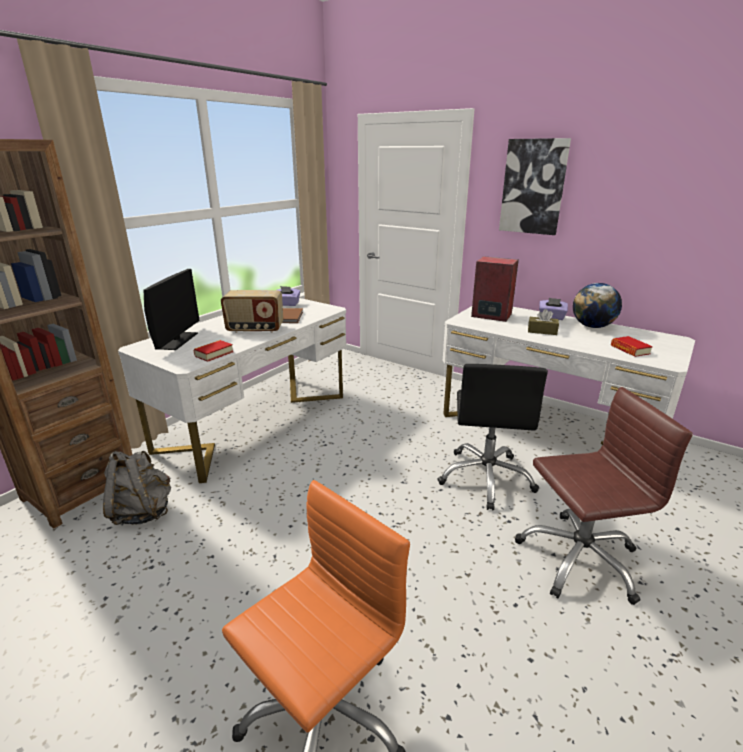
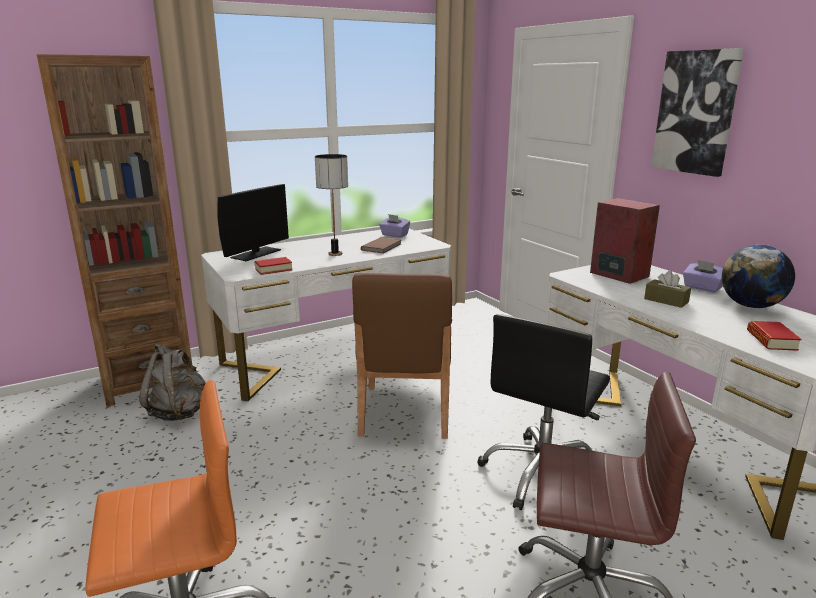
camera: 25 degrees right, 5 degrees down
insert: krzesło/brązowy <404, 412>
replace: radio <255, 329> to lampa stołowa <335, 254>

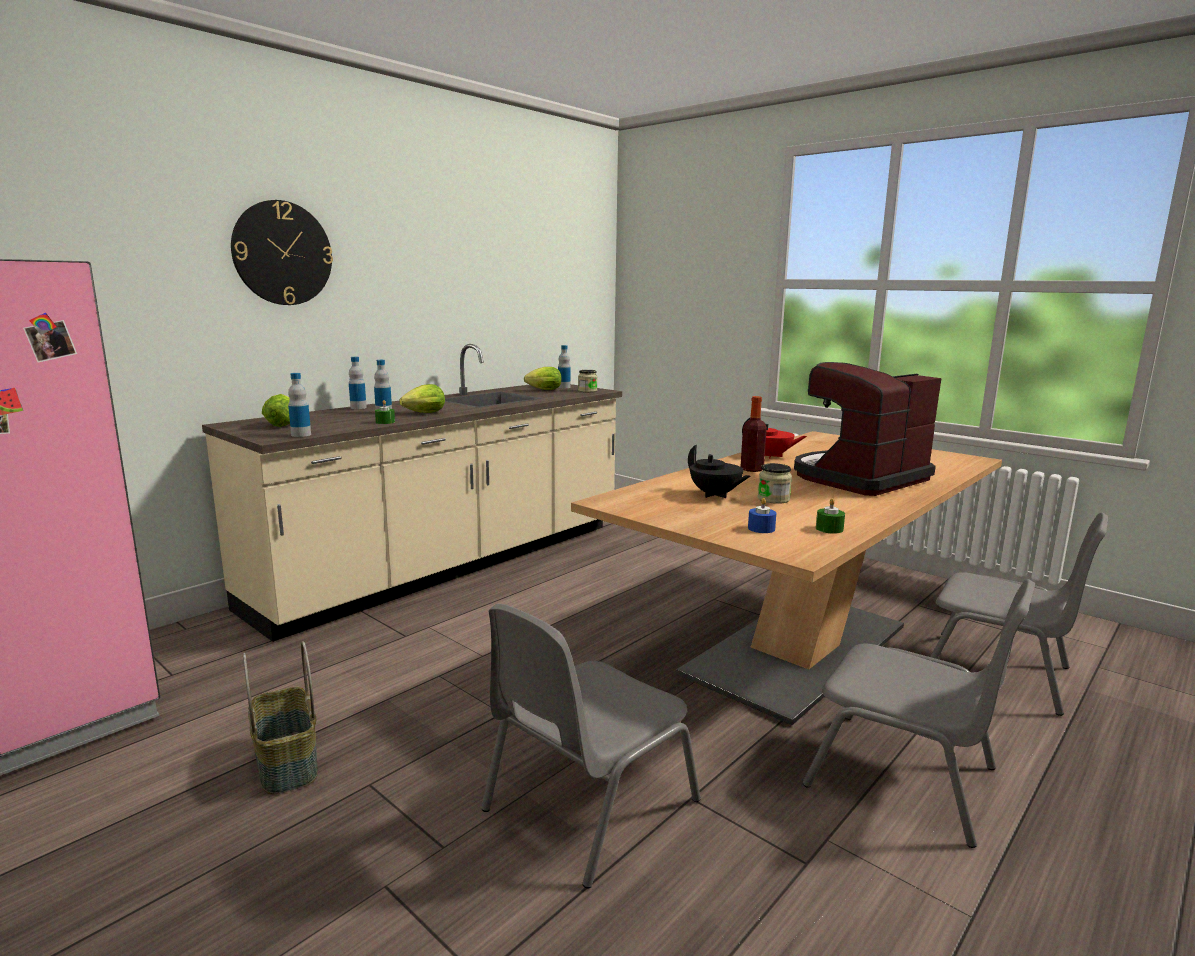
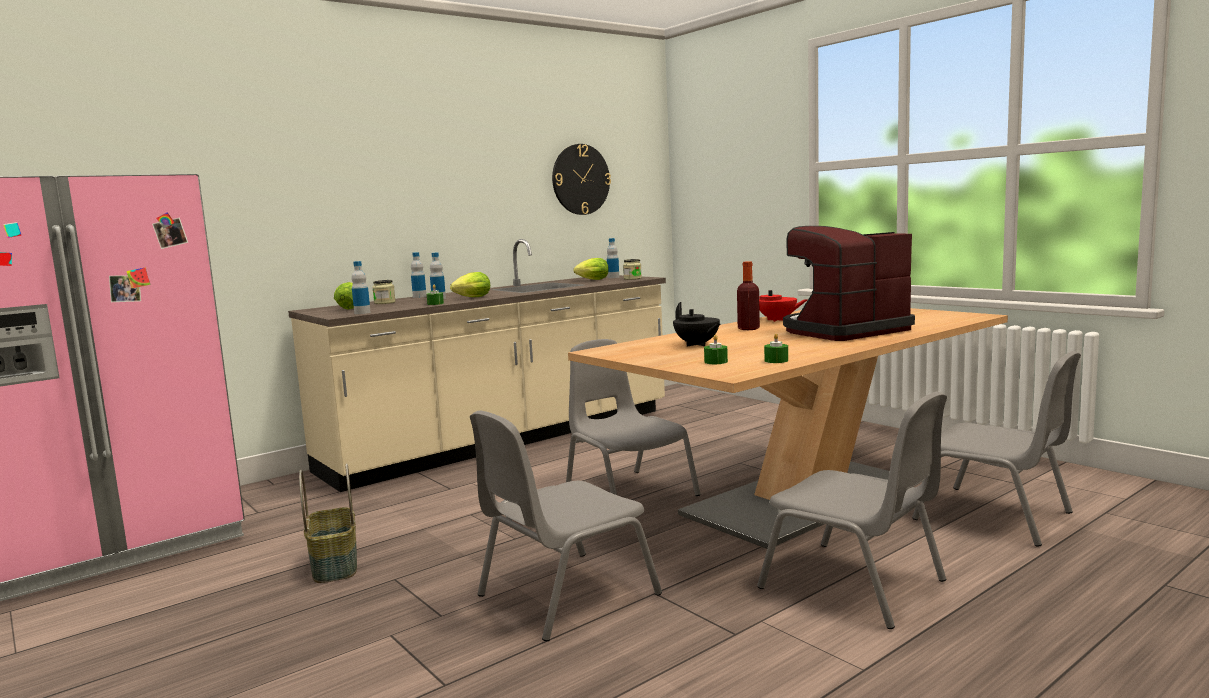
camera: 10 degrees right, 5 degrees down
insert: krzesło/szary <629, 493>
move: zegar ścienny <282, 253> to <580, 179>; słoik <773, 499> to <384, 303>
recolor: świeca/niebieski <761, 528> to świeca/zielony <716, 362>

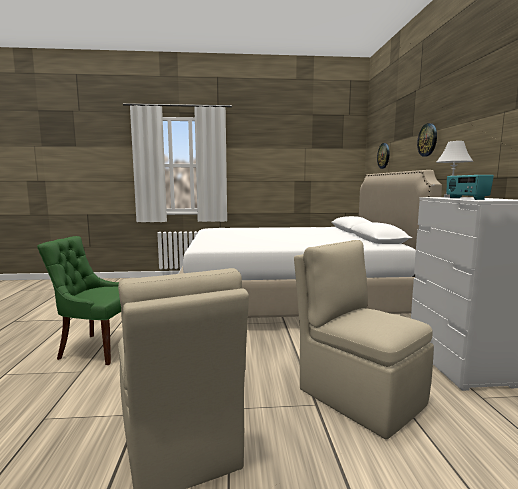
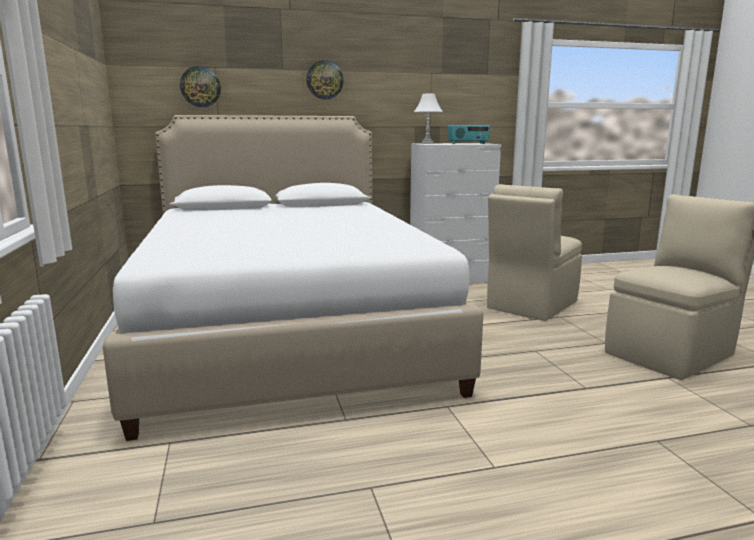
camera: 100 degrees left, 5 degrees up
delete: krzesło/zielony <98, 348>

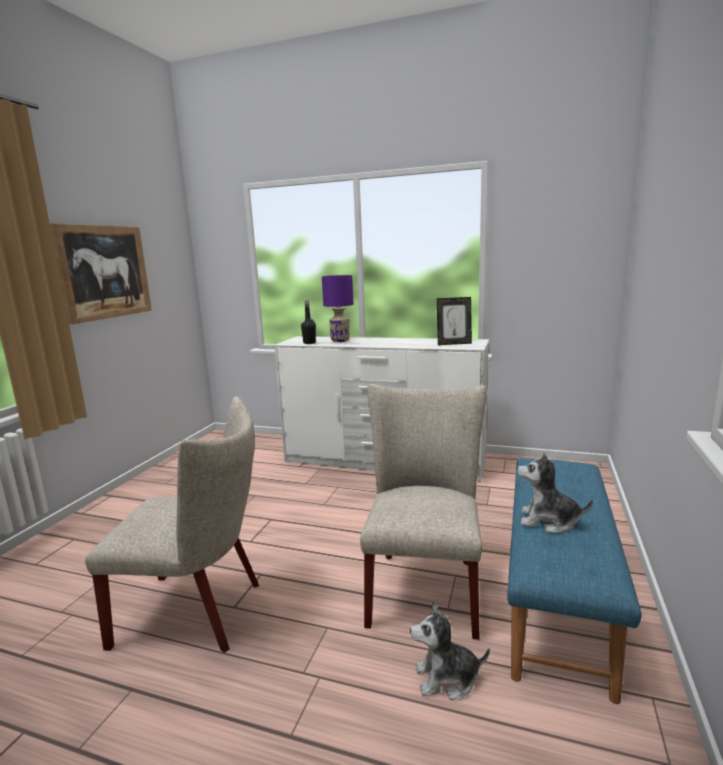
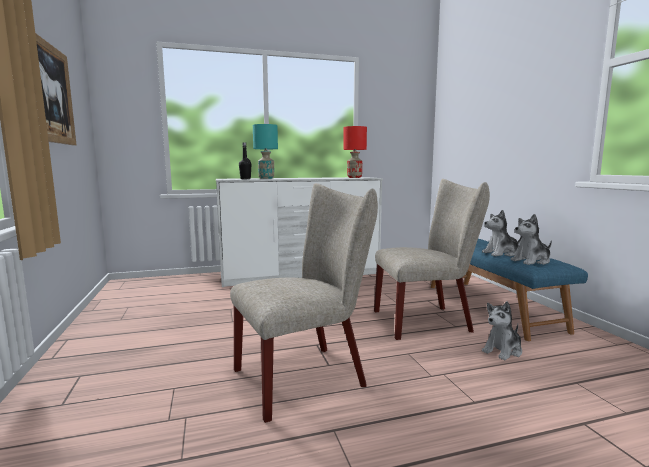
camera: 35 degrees left, 5 degrees down
insert: pluszak <531, 261>
replace: ramka na zdjęcie <454, 343> to lampa stołowa/czerwony <354, 177>
recolor: lampa stołowa/fioletowy <339, 340> to lampa stołowa/turkusowy <266, 178>
rotate: krzesło/beżowy <424, 585> = <427, 321> 105 degrees clockwise

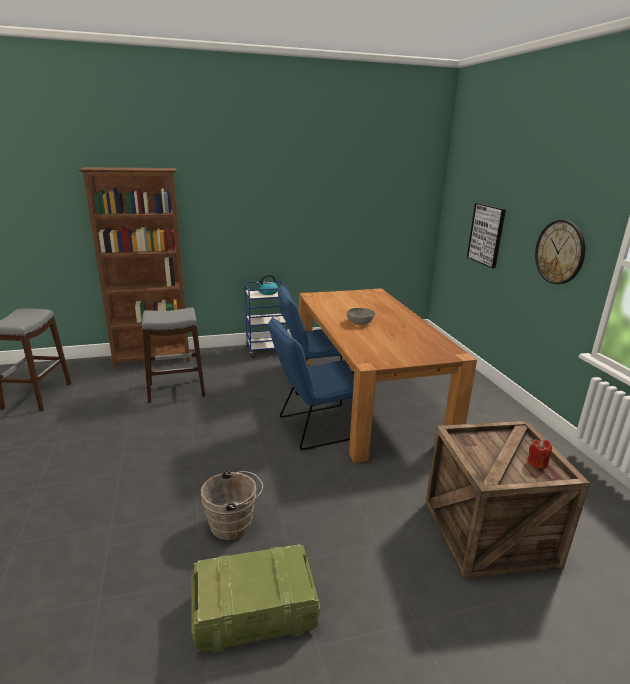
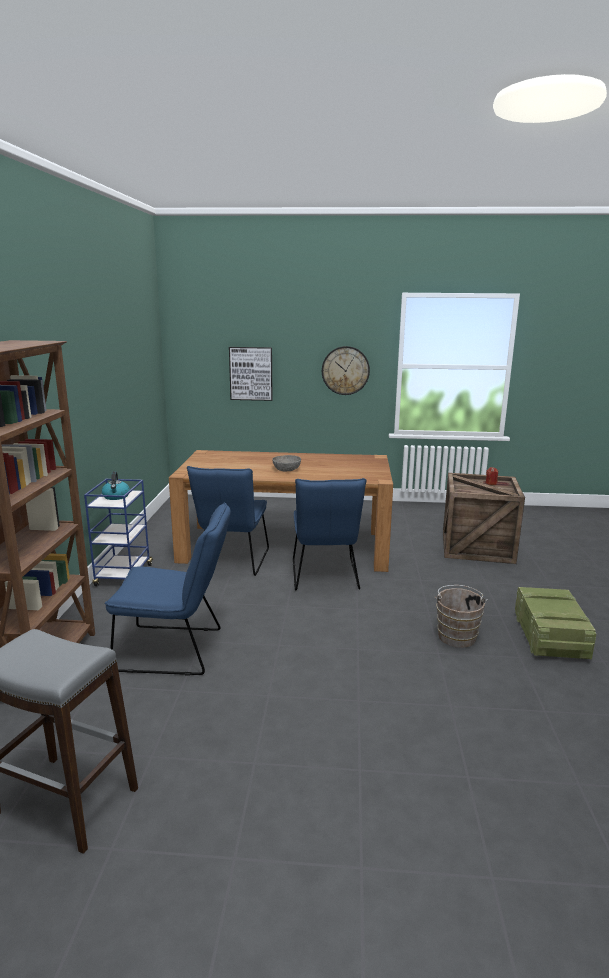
camera: 70 degrees left, 5 degrees down
replace: stołek/szary <176, 390> to krzesło/niebieski <177, 650>

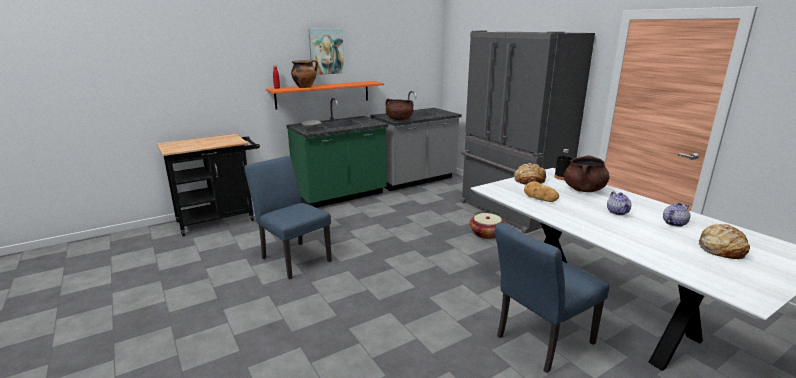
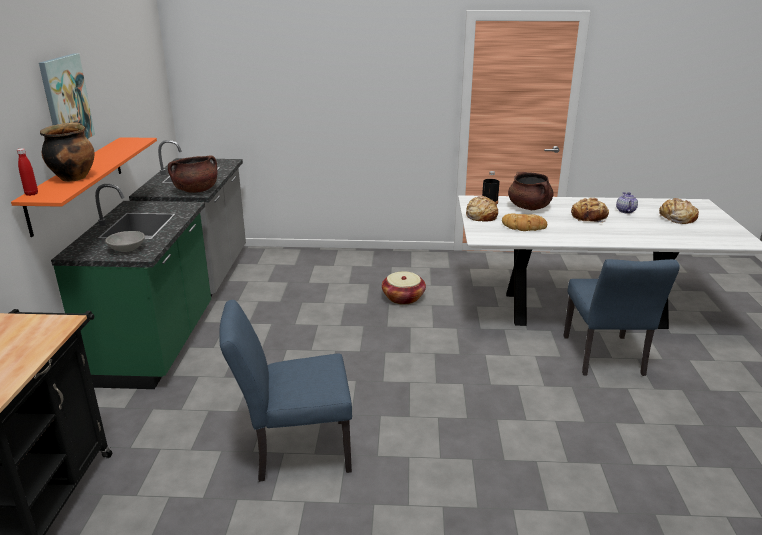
camera: 55 degrees left, 5 degrees up
delete: lodówka/szary <509, 211>
replace: imbryk <618, 212> to chleb <589, 217>

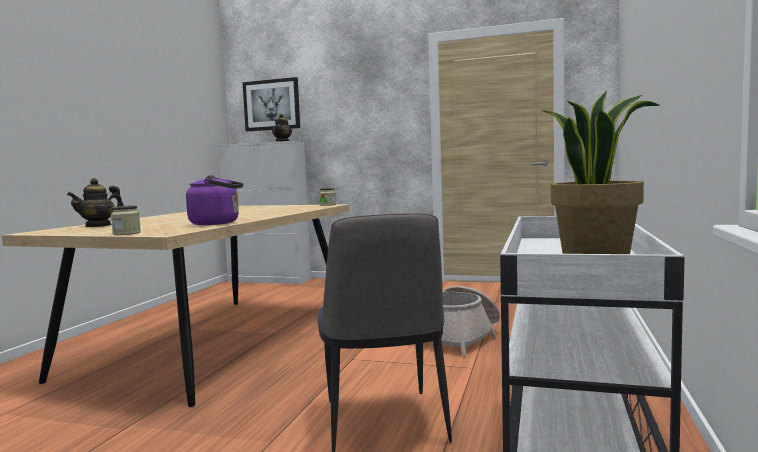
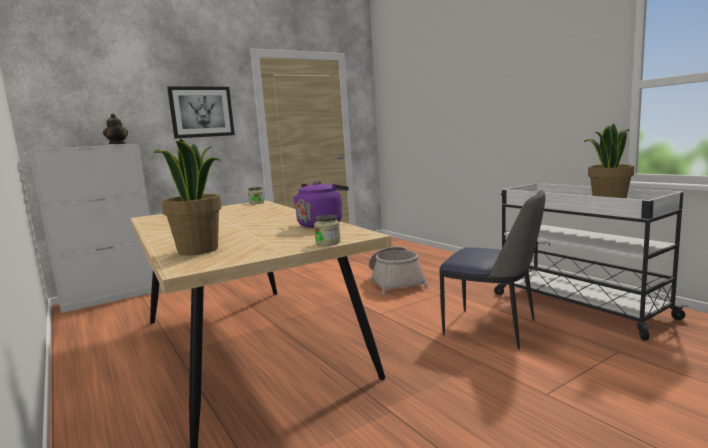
camera: 50 degrees left, 5 degrees up
move: obraz <271, 105> to <201, 112>
replace: imbryk <98, 225> to roślina doniczkowa <199, 250>

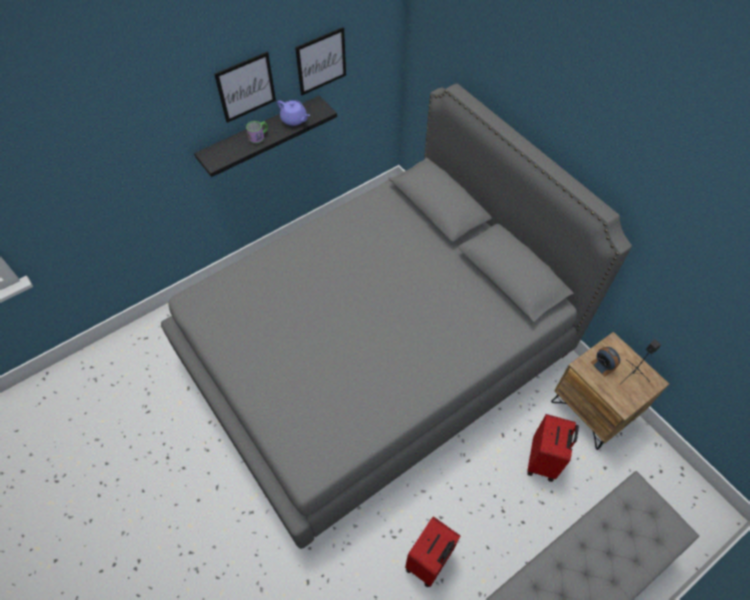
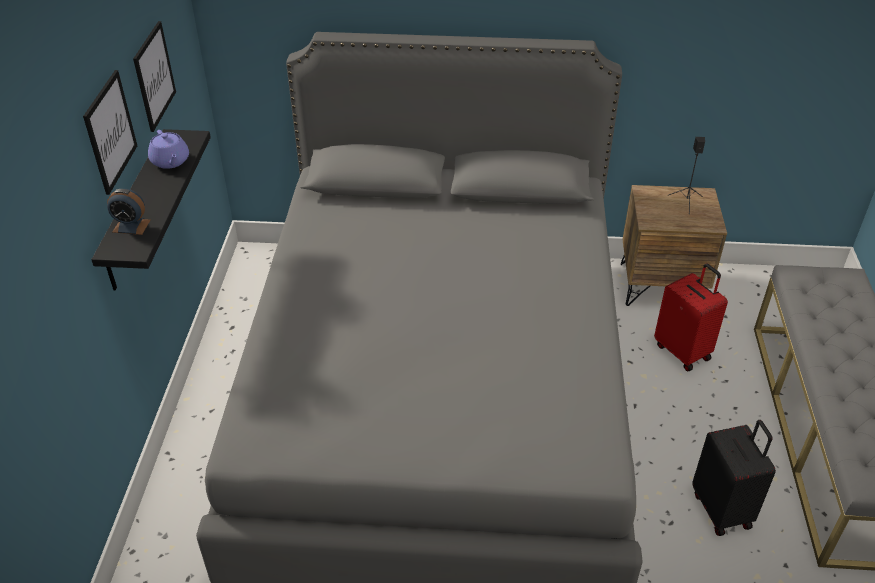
camera: 50 degrees left, 15 degrees down
delete: kubek <259, 136>
move: budzik <603, 365> to <131, 226>
recolor: walizka/czerwony <429, 562> to walizka/czarny <722, 509>
rotate: imbryk/fioletowy <294, 120> = <170, 161> 75 degrees clockwise

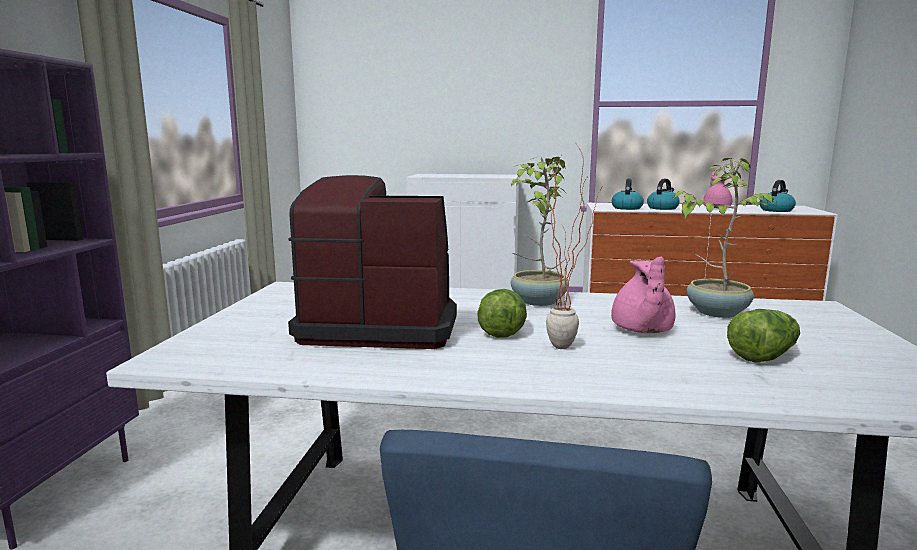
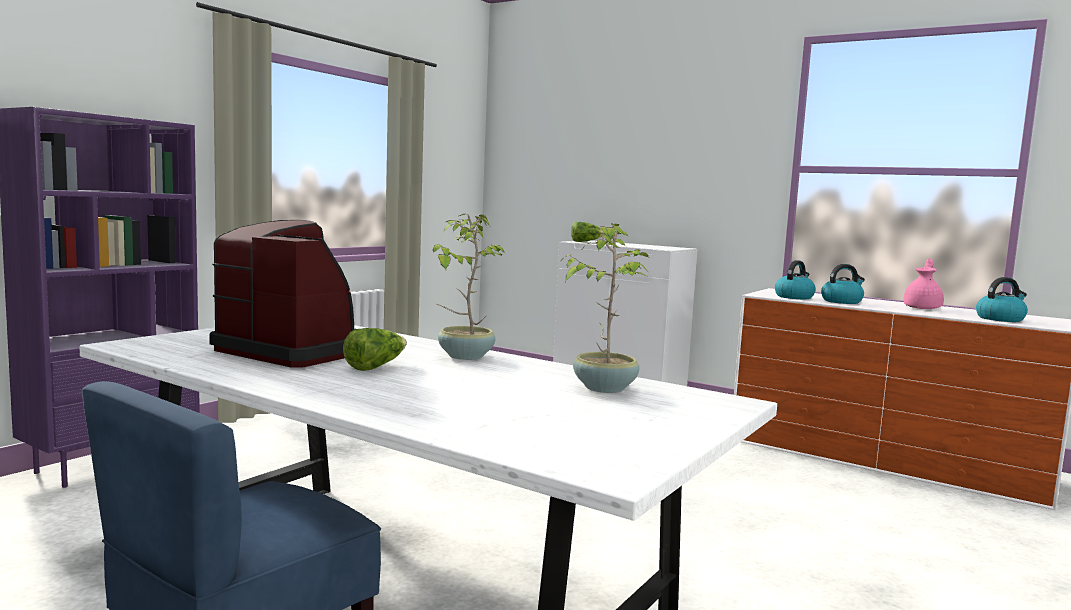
camera: 25 degrees right, 5 degrees down
delete: roślina doniczkowa <570, 346>; imbryk/różowy <641, 330>
move: sałata <763, 355> to <586, 242>

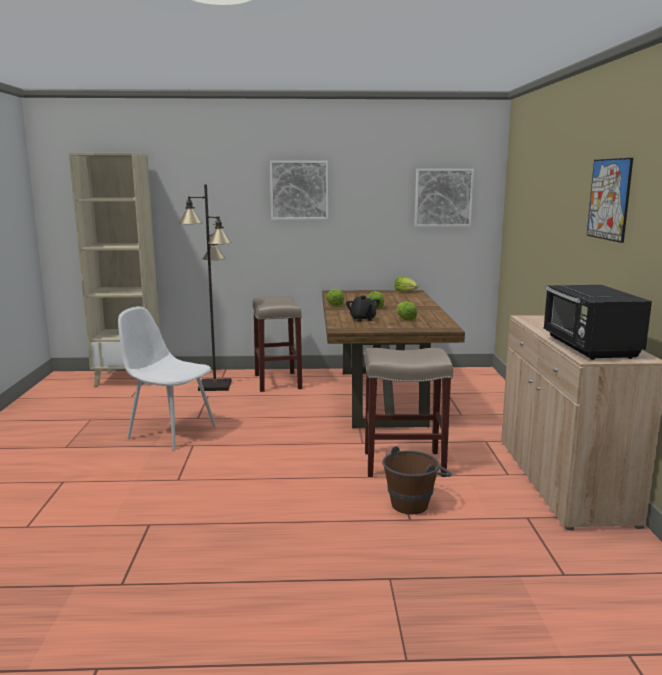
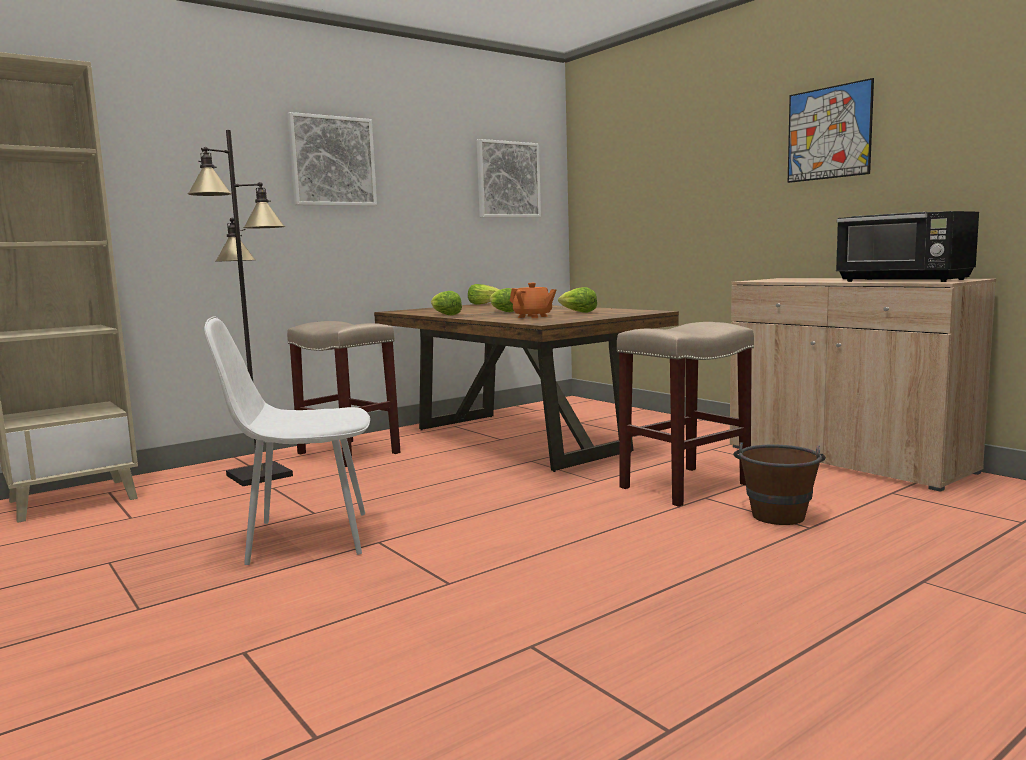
camera: 35 degrees left, 5 degrees down
recolor: imbryk/czarny <362, 319> to imbryk/pomarańczowy <533, 317>

